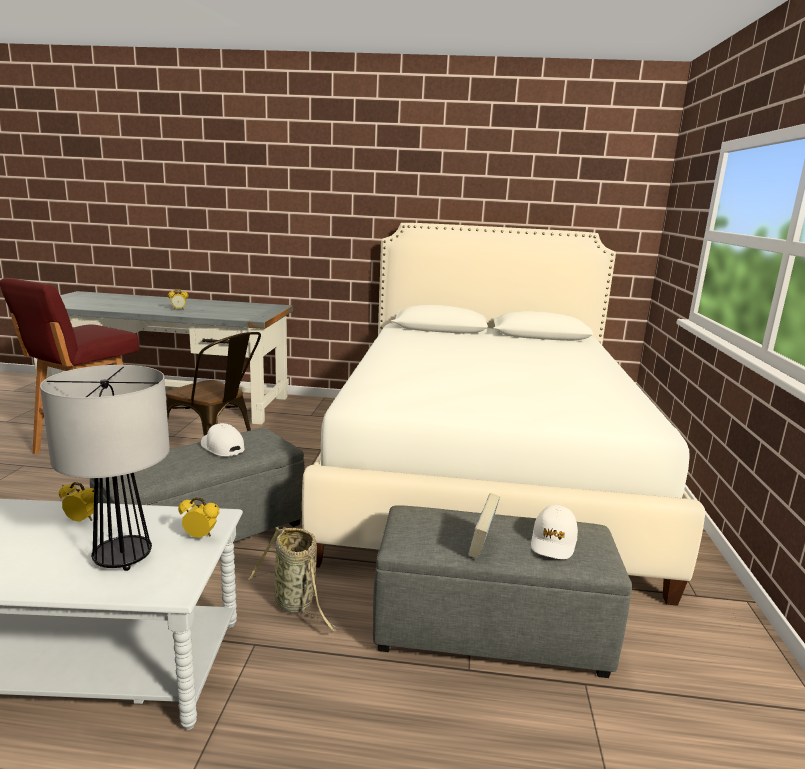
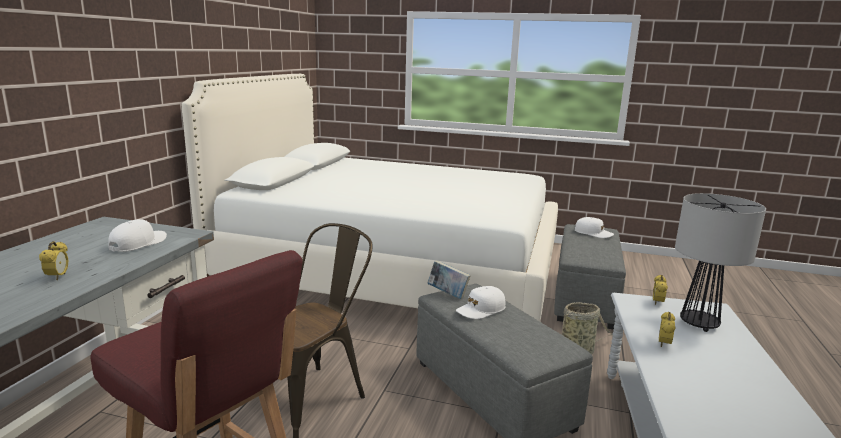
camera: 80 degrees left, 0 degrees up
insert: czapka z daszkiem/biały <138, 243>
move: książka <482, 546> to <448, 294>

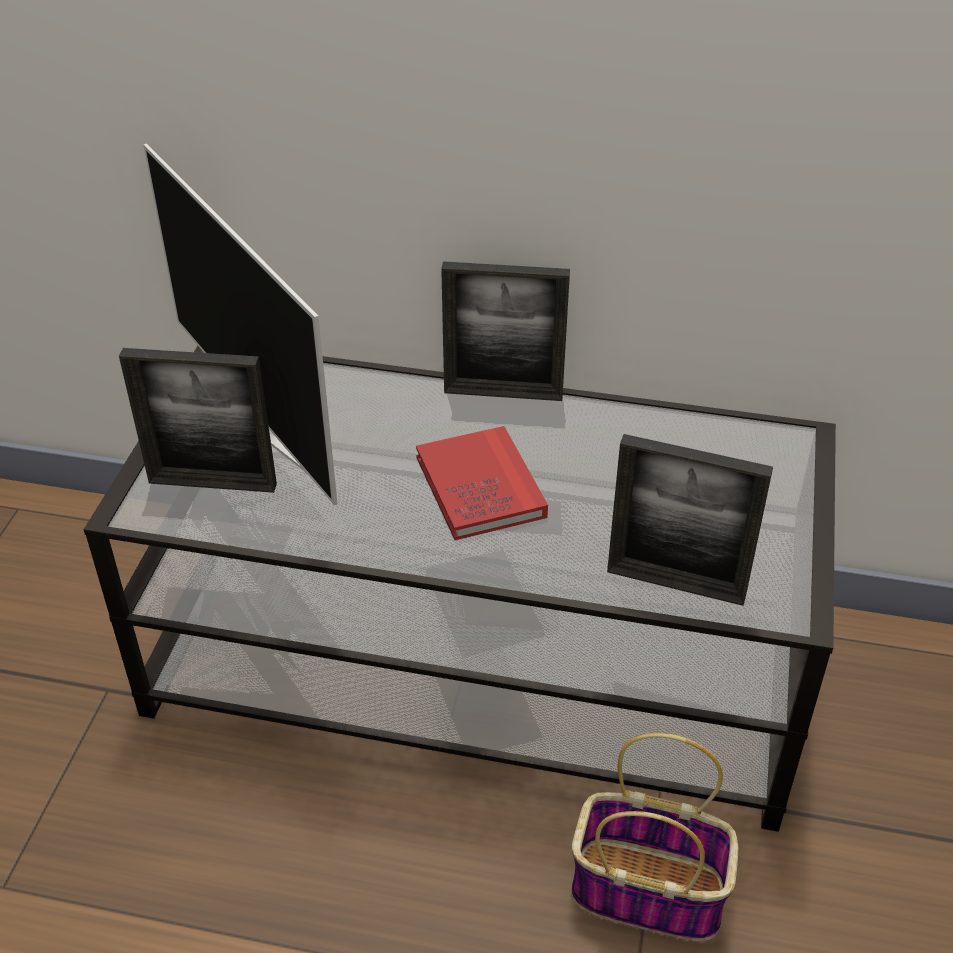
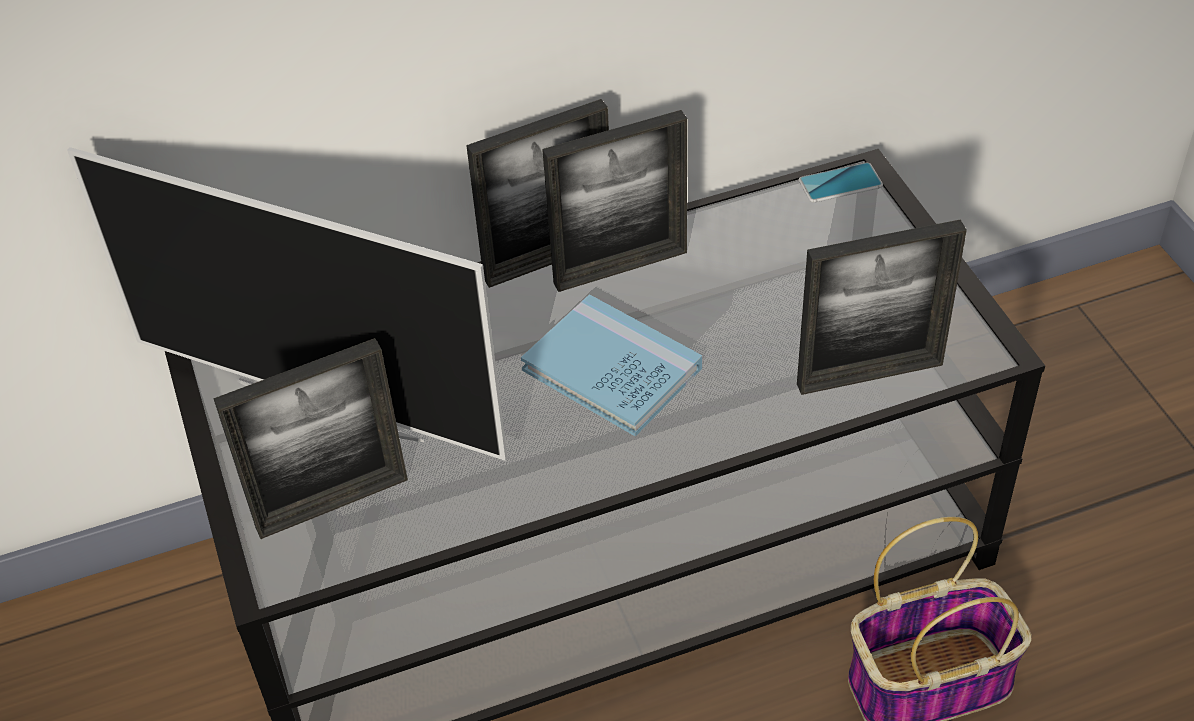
camera: 30 degrees left, 5 degrees up
insert: ramka na zdjęcie <620, 267>; telefon <840, 183>
recolor: książka/czerwony <480, 487> to książka/niebieski <611, 369>

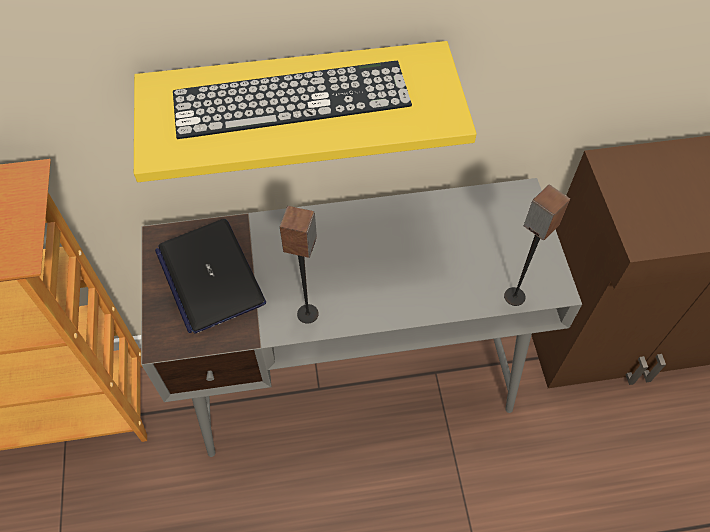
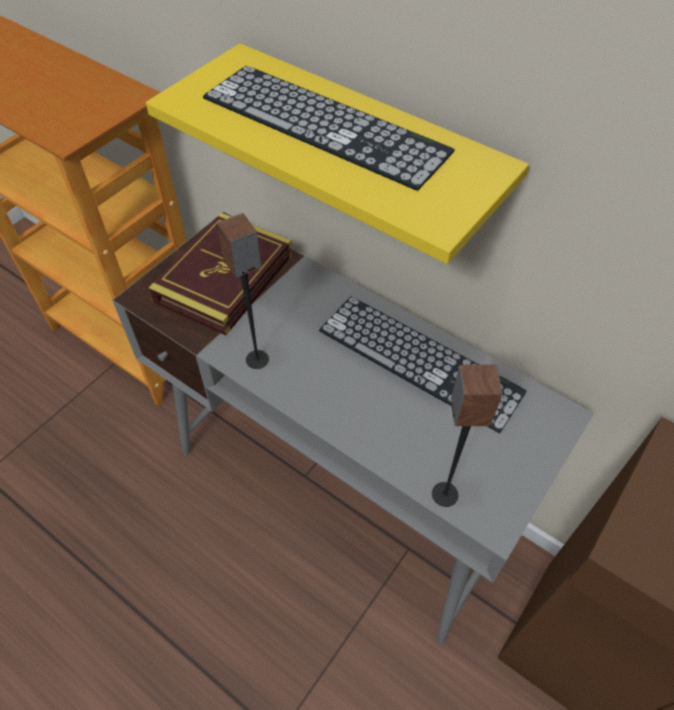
camera: 45 degrees right, 5 degrees down
insert: klawiatura <419, 360>
replace: laptop <210, 276> to książka <224, 278>

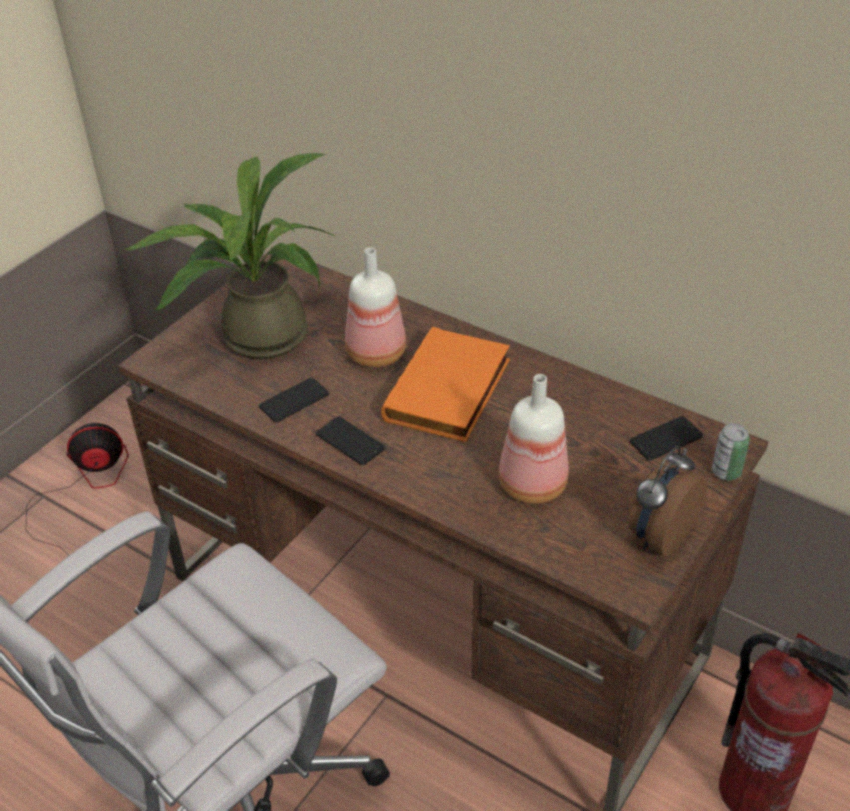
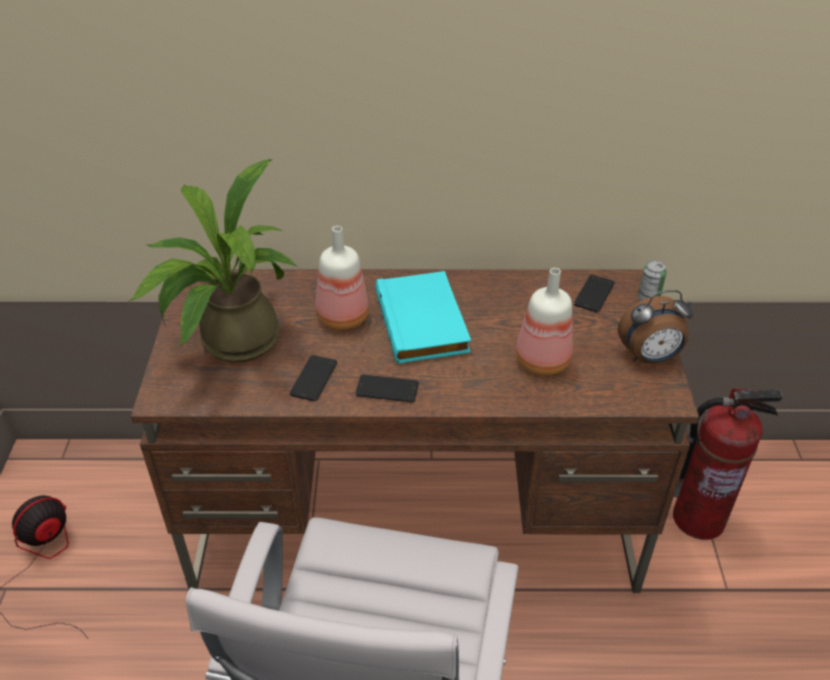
camera: 35 degrees left, 0 degrees up
recolor: książka/pomarańczowy <450, 391> to książka/turkusowy <424, 322>
rotate: budzik <659, 536> = <649, 357> 105 degrees counterclockwise

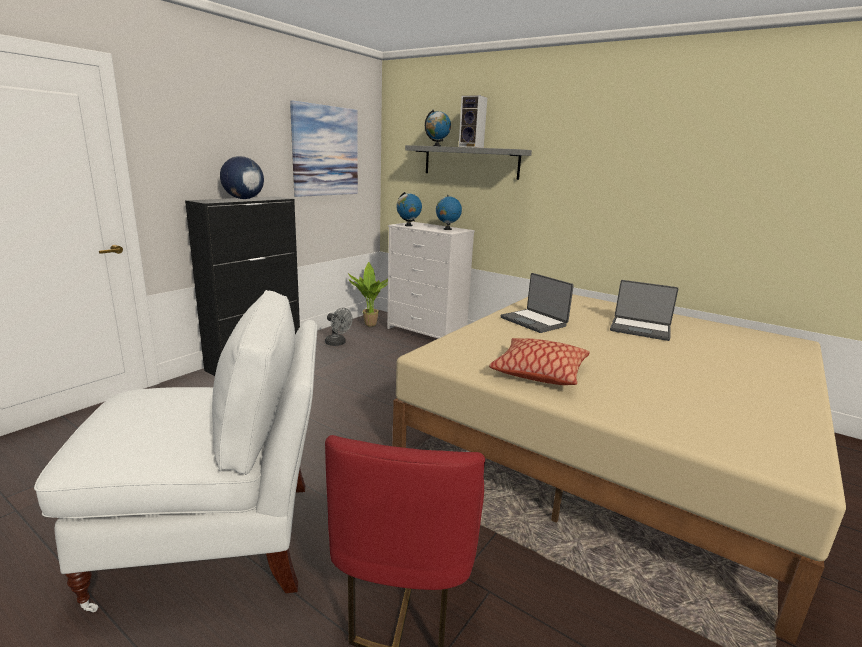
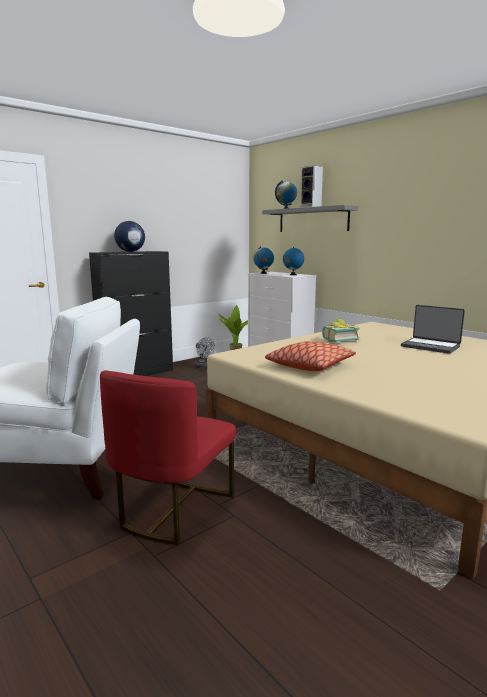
camera: 15 degrees right, 5 degrees down
delete: obraz <325, 151>
replace: laptop <534, 322> to książka <338, 339>

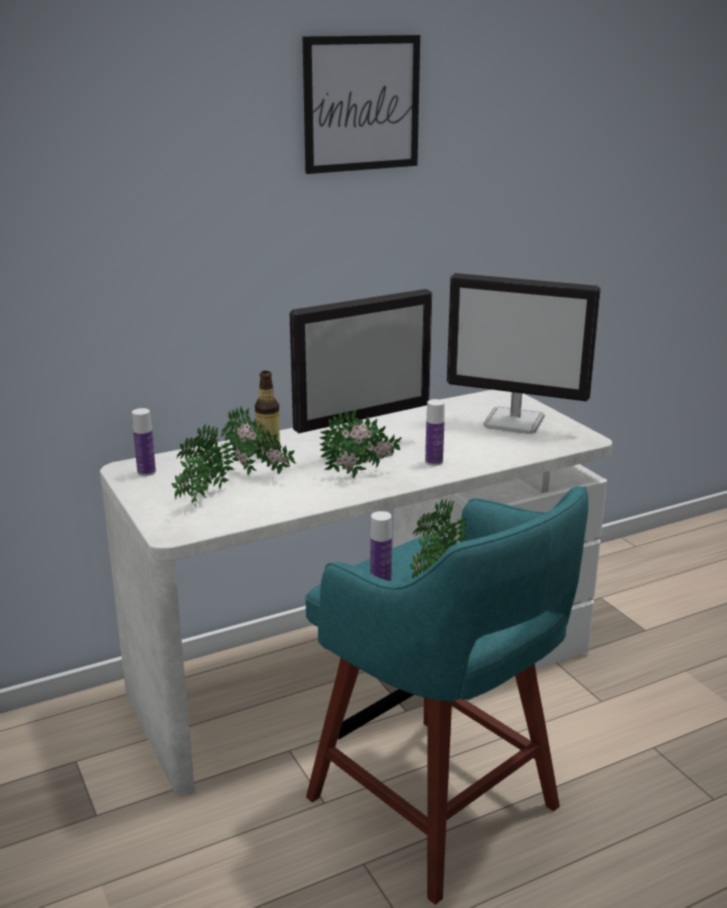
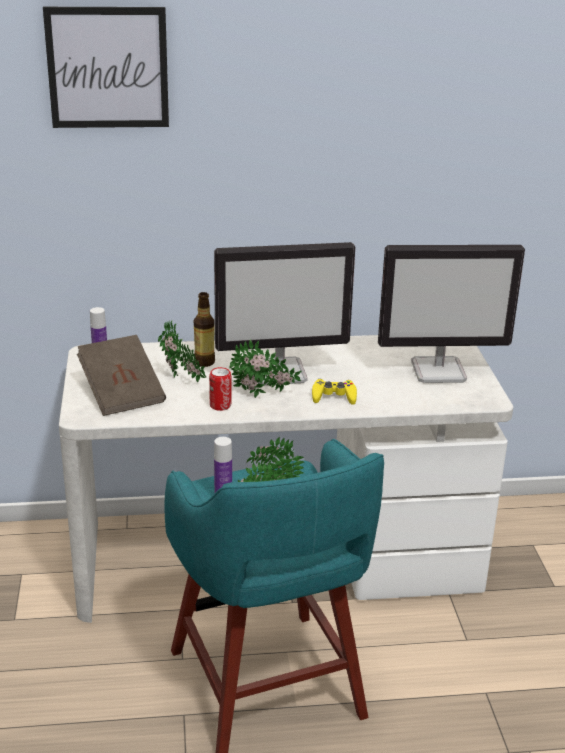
camera: 20 degrees right, 5 degrees up
insert: puszka <220, 405>
move: obraz <361, 104> to <108, 68>
replace: butelka <434, 462> to pad do gier/żółty <334, 396>; roślina doniczkowa <201, 500> to książka/brązowy <122, 393>
rotate: monitor <515, 422> = <439, 371> 45 degrees counterclockwise

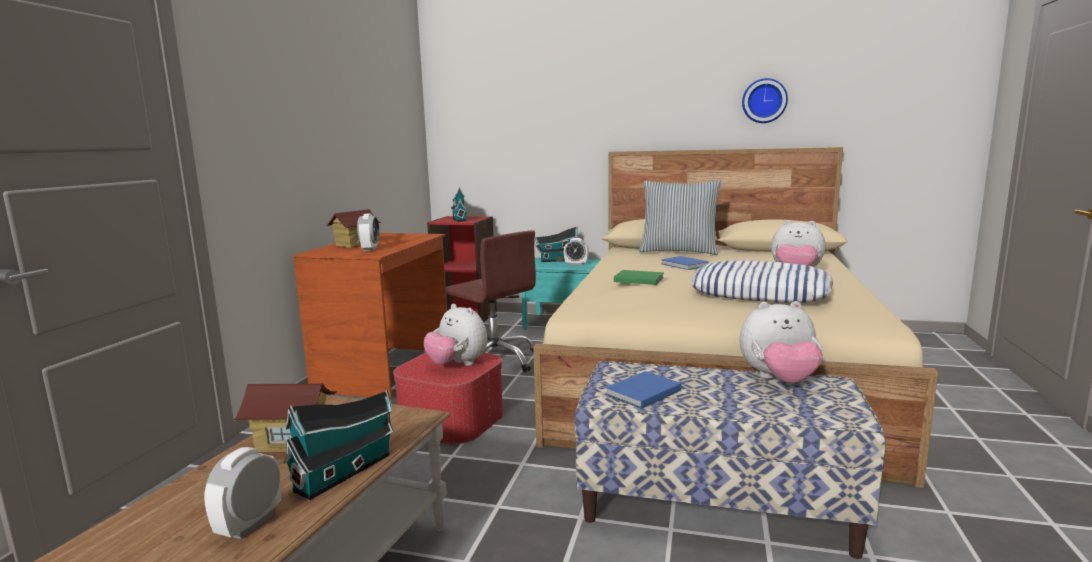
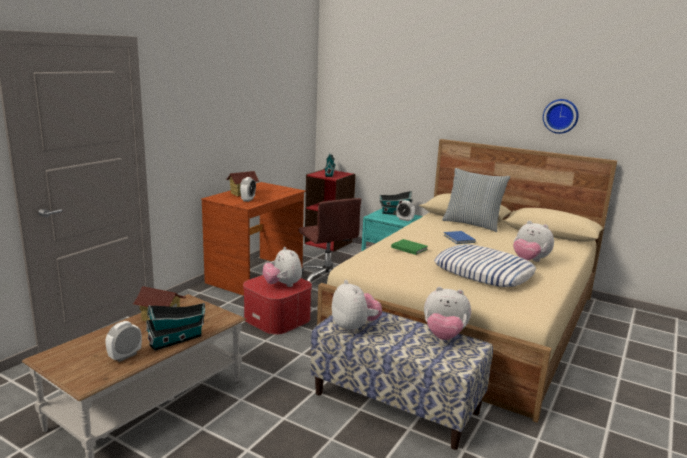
camera: 15 degrees right, 5 degrees up
replace: książka/niebieski <641, 392> to pluszak <354, 327>

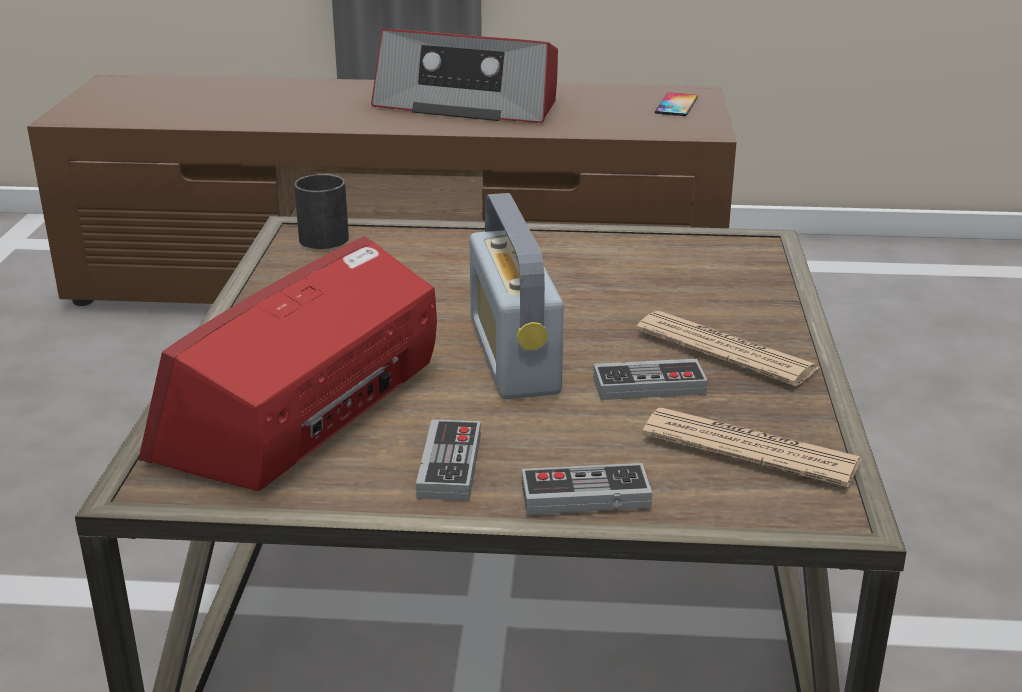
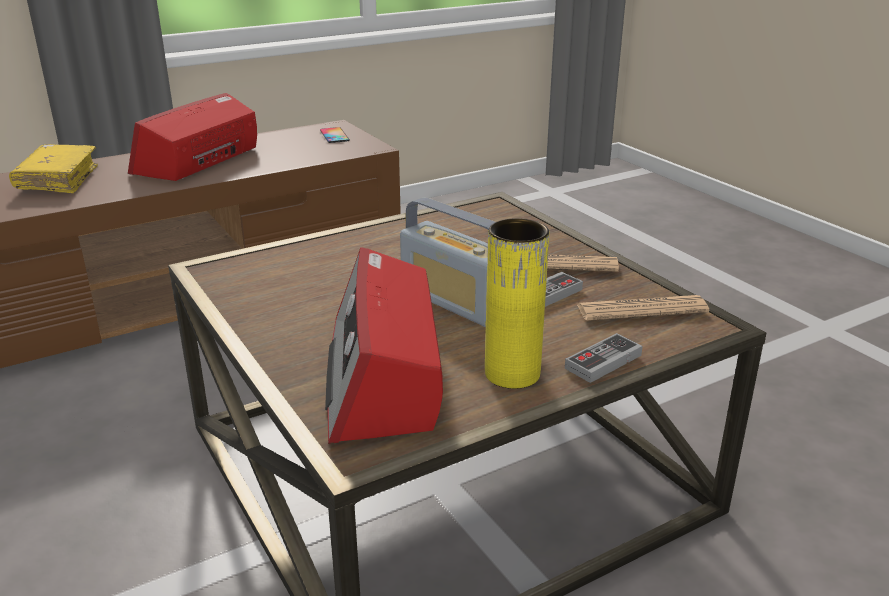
camera: 35 degrees left, 0 degrees up
delete: kubek/czarny <326, 234>
insert: książka/żółty <58, 180>
replace: pad do gier <449, 465> to wazon/żółty <512, 374>
rotate: radio <469, 104> = <199, 160> 135 degrees clockwise

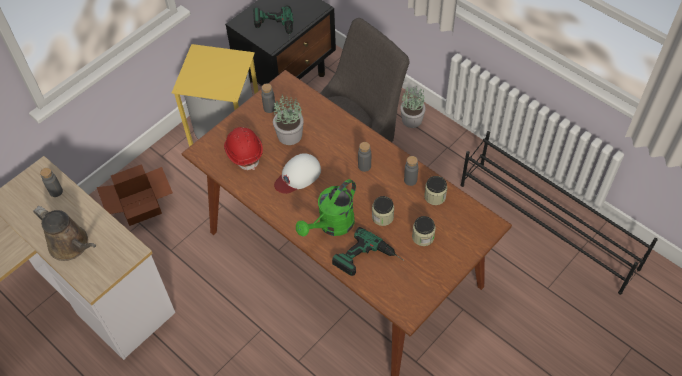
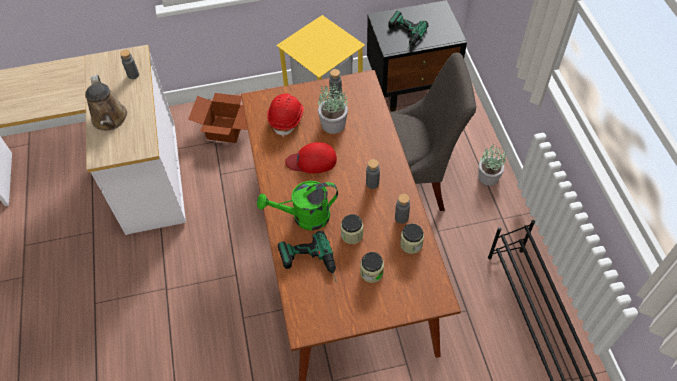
camera: 35 degrees right, 0 degrees up
recolor: czapka z daszkiem/biały <298, 176> to czapka z daszkiem/czerwony <312, 161>

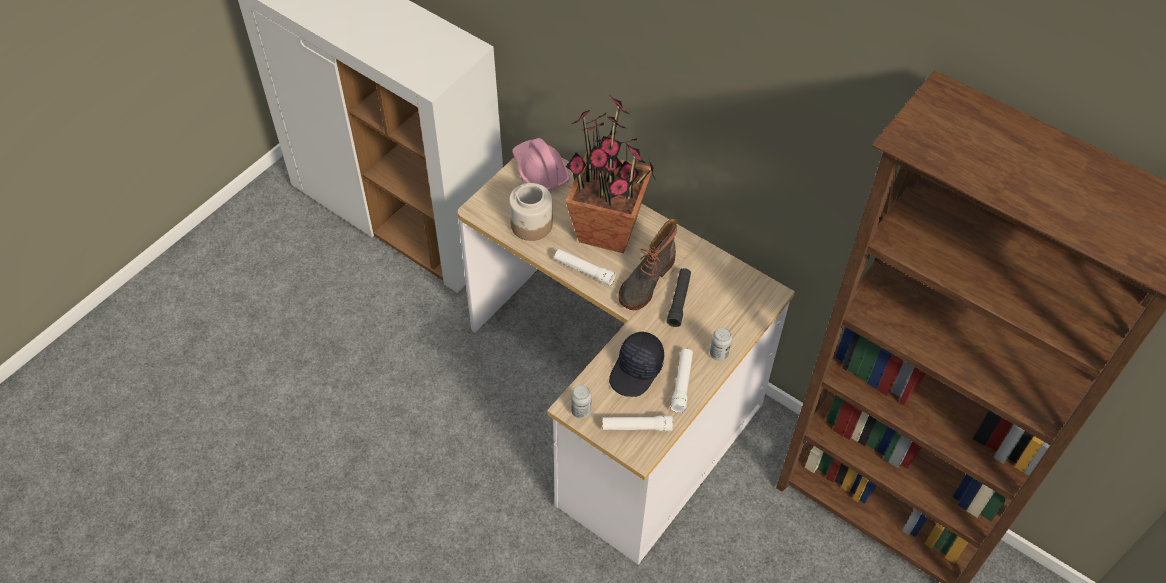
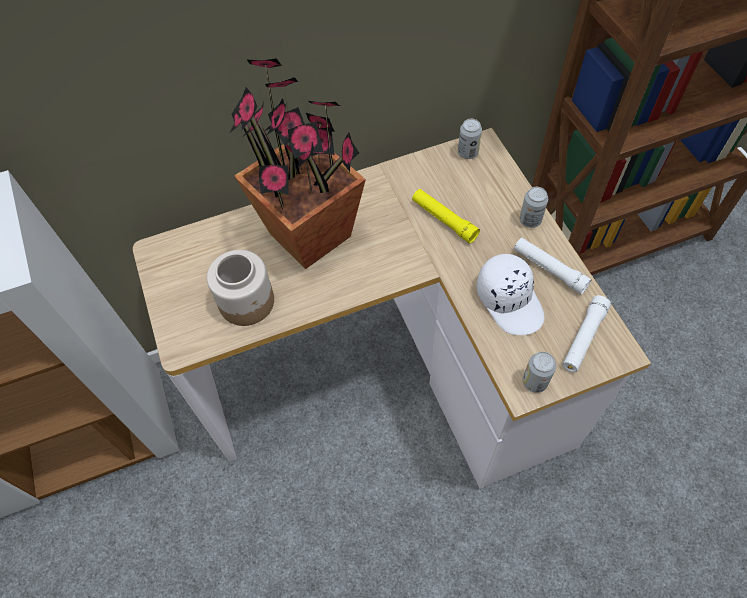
camera: 55 degrees left, 5 degrees up
delete: kask/różowy <539, 171>; but z cholewką <645, 281>; latarka/biały <584, 270>
insert: puszka <468, 153>
recolor: latarka/czarny <679, 300> to latarka/żółty <444, 220>; czapka z daszkiem/czarny <637, 370> to czapka z daszkiem/biały <510, 301>

